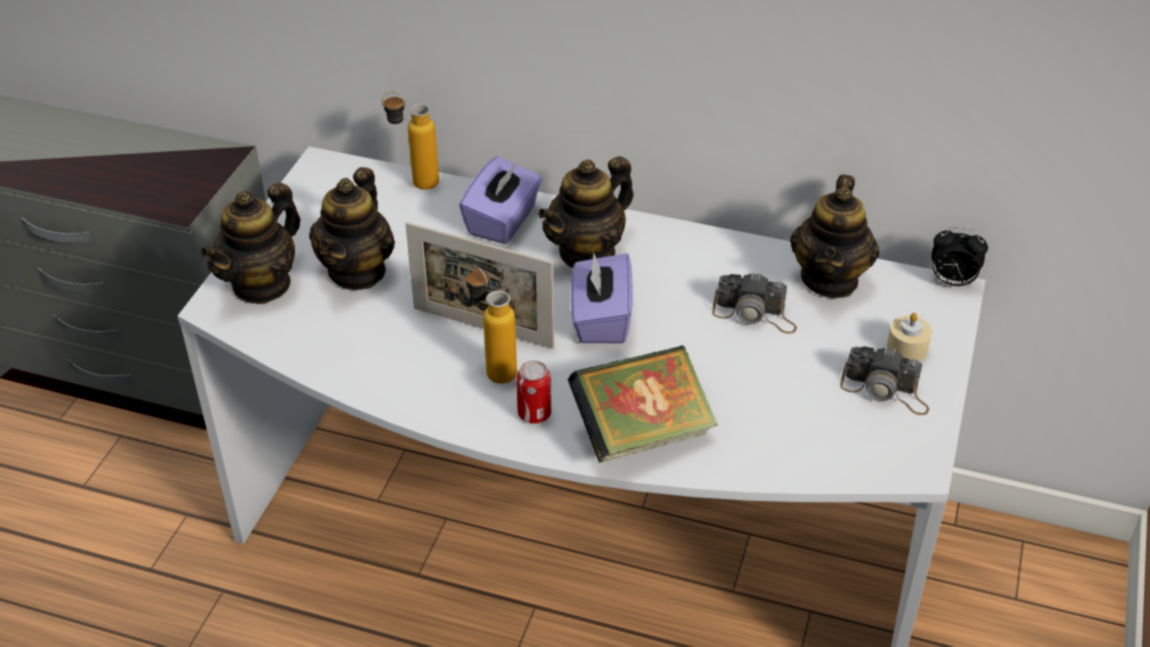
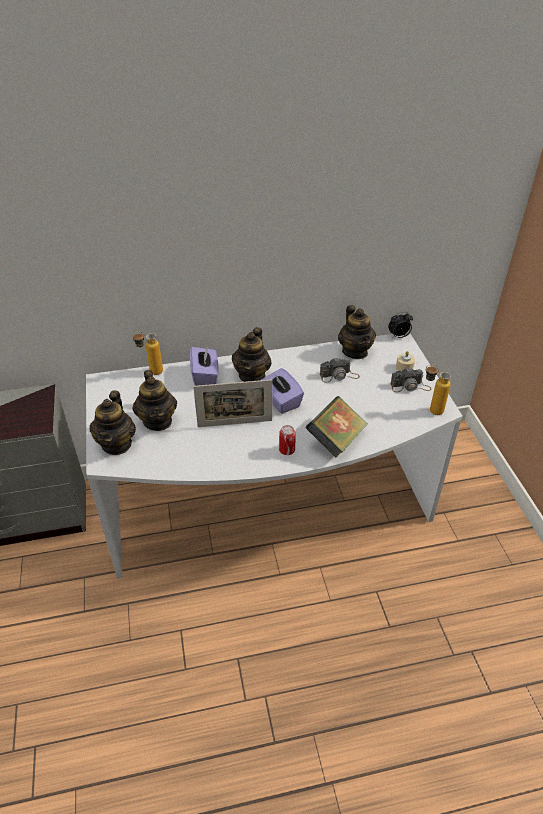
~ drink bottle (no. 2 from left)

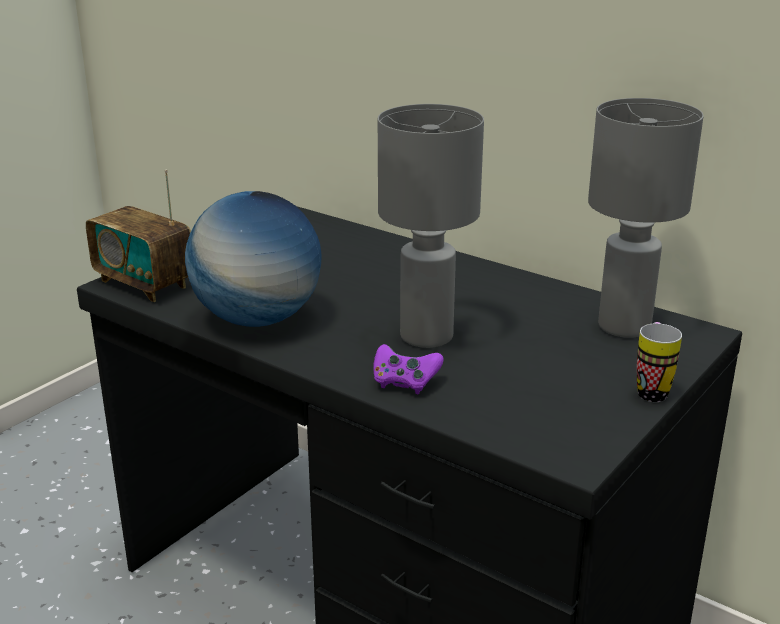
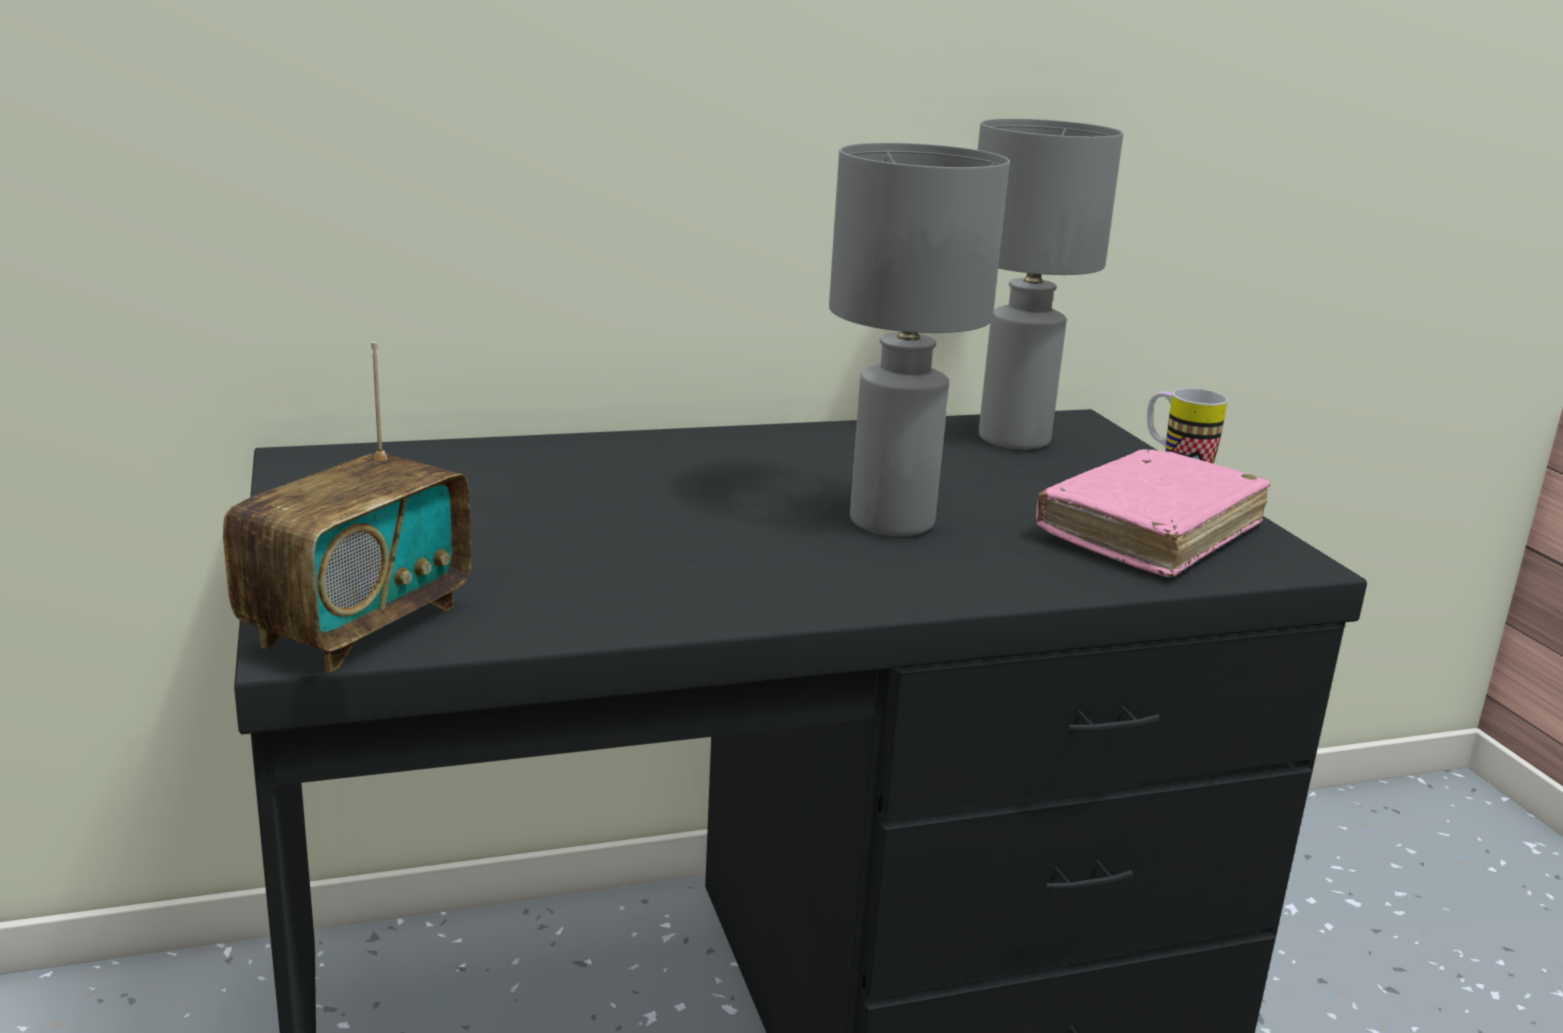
~ radio receiver 45 degrees counterclockwise
+ pink volume
- desk globe
- purplish joypad

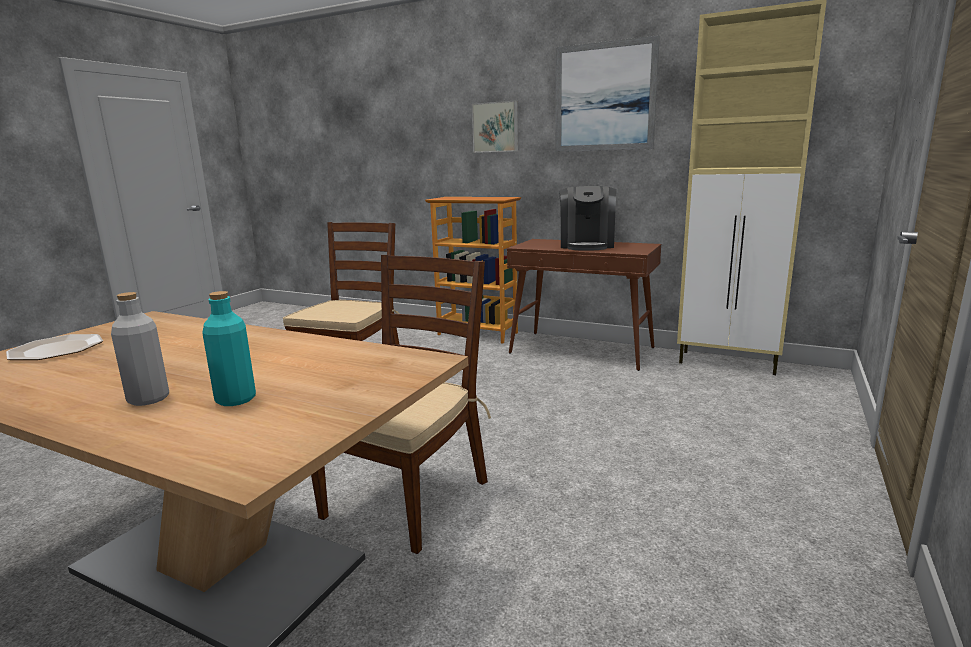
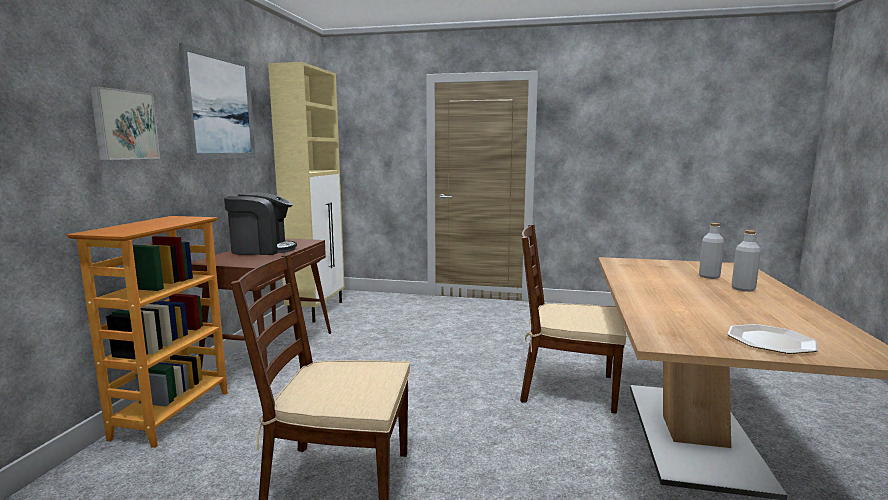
~ blue-green drink bottle to gray drink bottle (no. 1 from left)

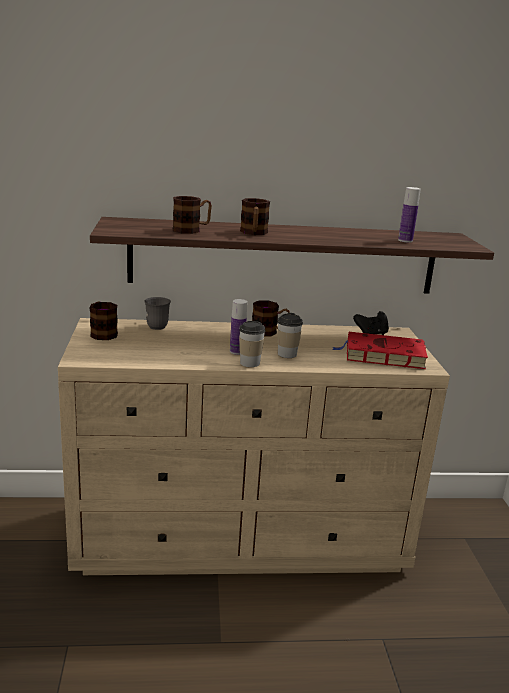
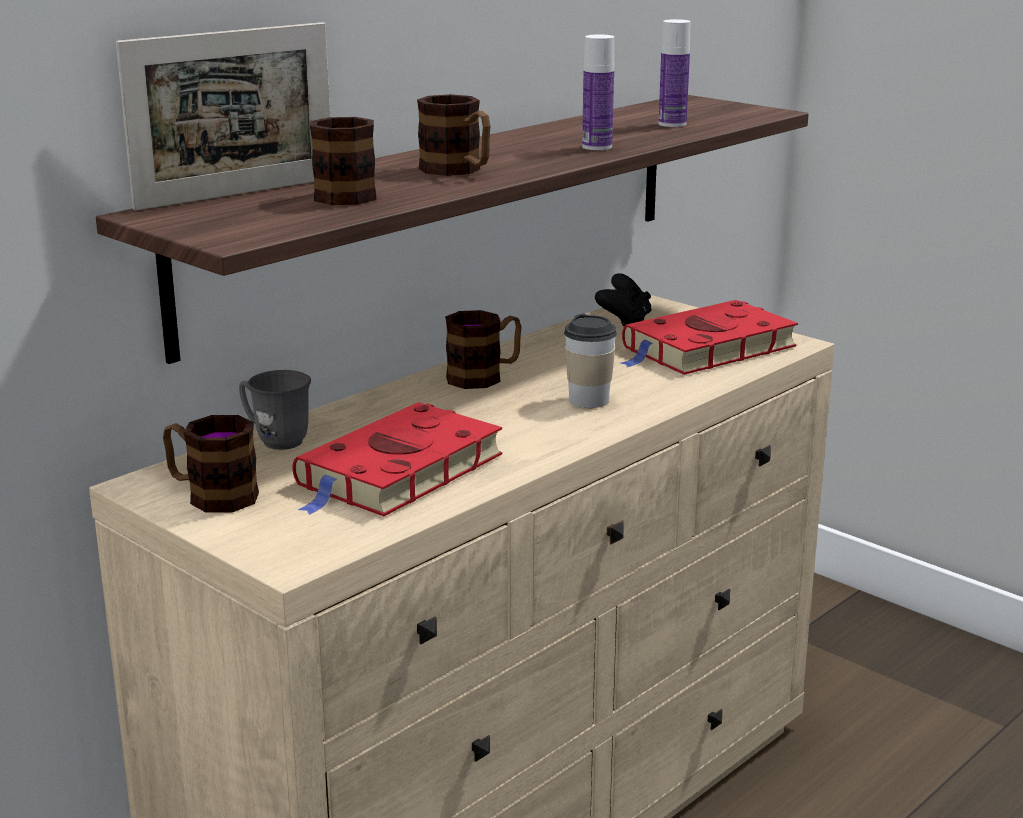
+ picture frame
+ reddish volume (no. 1 from left)
~ drink bottle (no. 1 from left)
- cup (no. 1 from left)

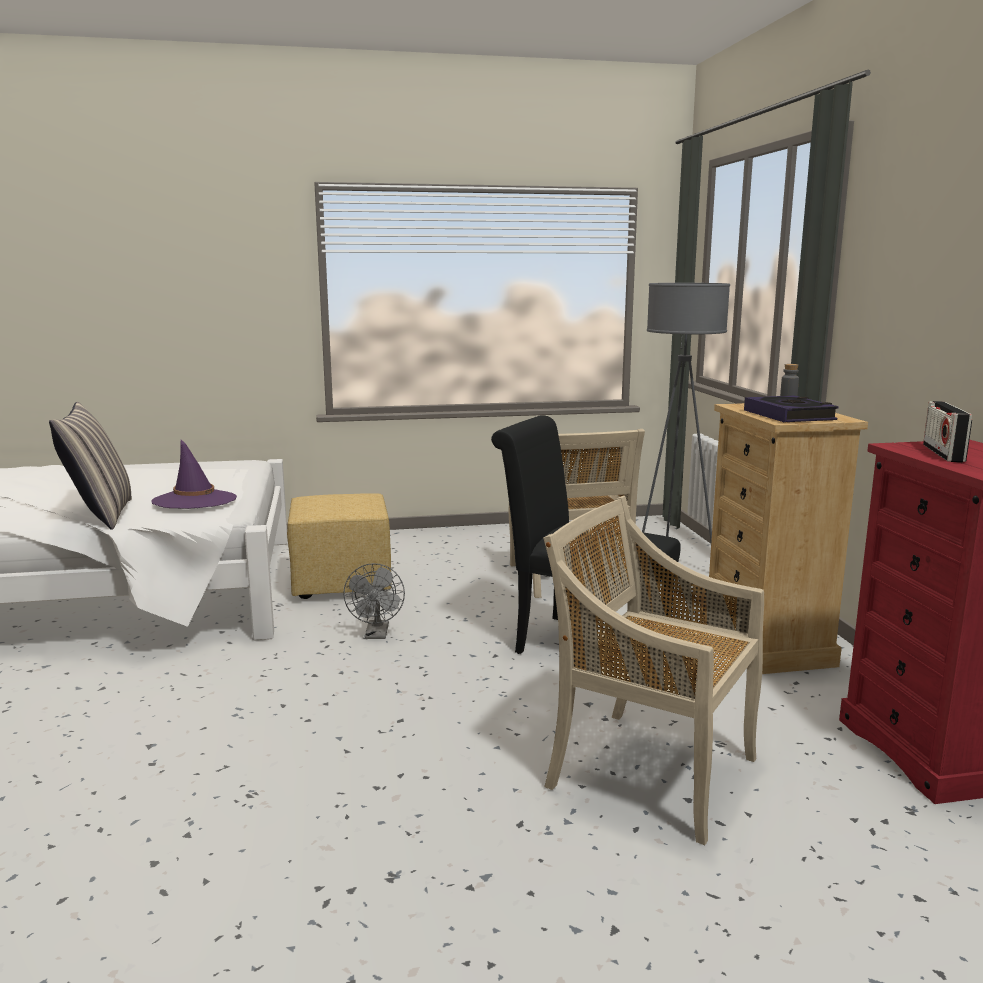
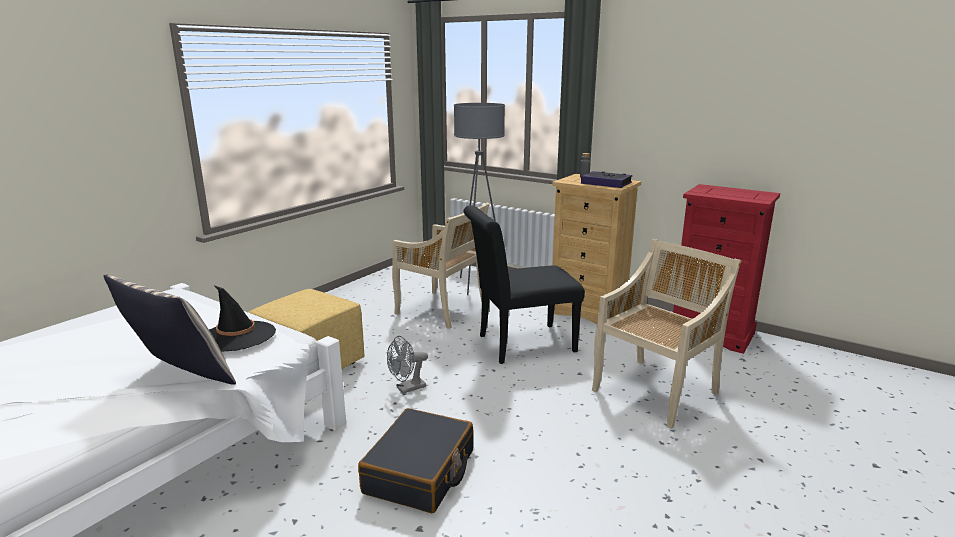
~ purplish clothing hat to blackish clothing hat
+ blackish suitcase
~ gray cooling fan 105 degrees clockwise
~ sand-coloured chair (no. 2 from left) 150 degrees clockwise
- radio receiver

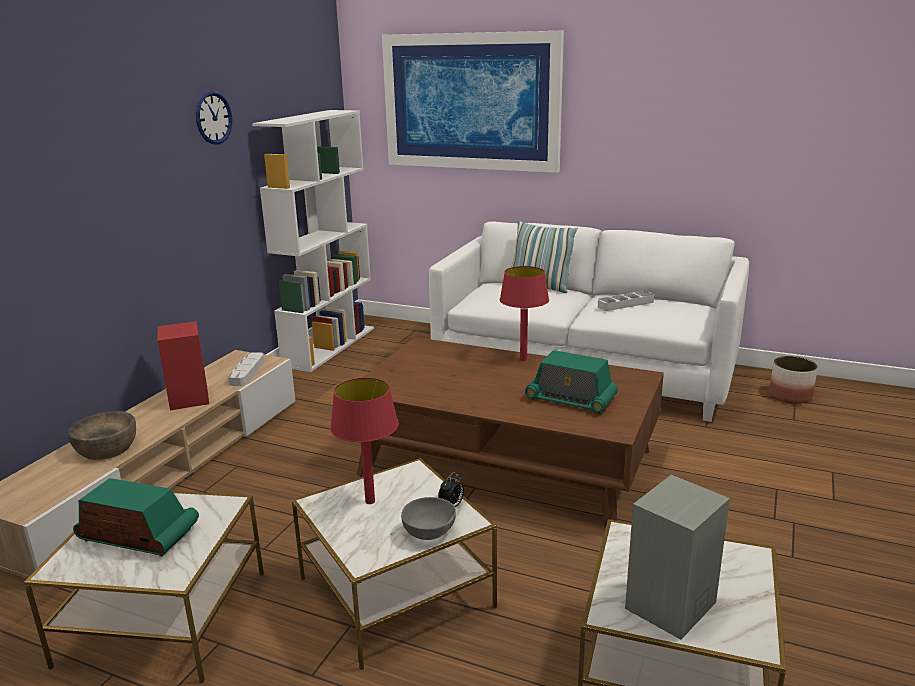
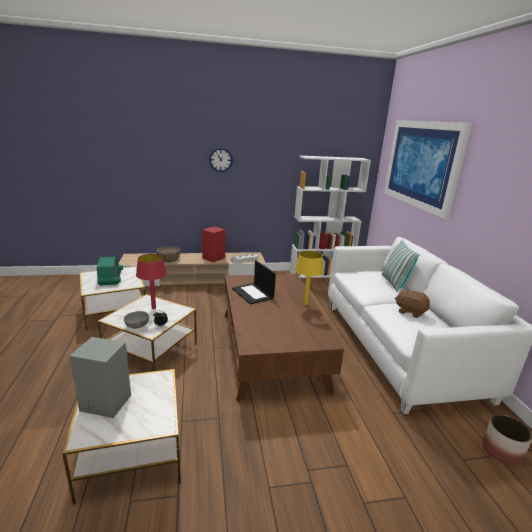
~ hanging clock
+ portable computer
~ reddish table lamp (no. 2 from left) to yellow table lamp
~ gray serving tray (no. 2 from left) to brown-coloured soft toy
- radio receiver (no. 2 from left)

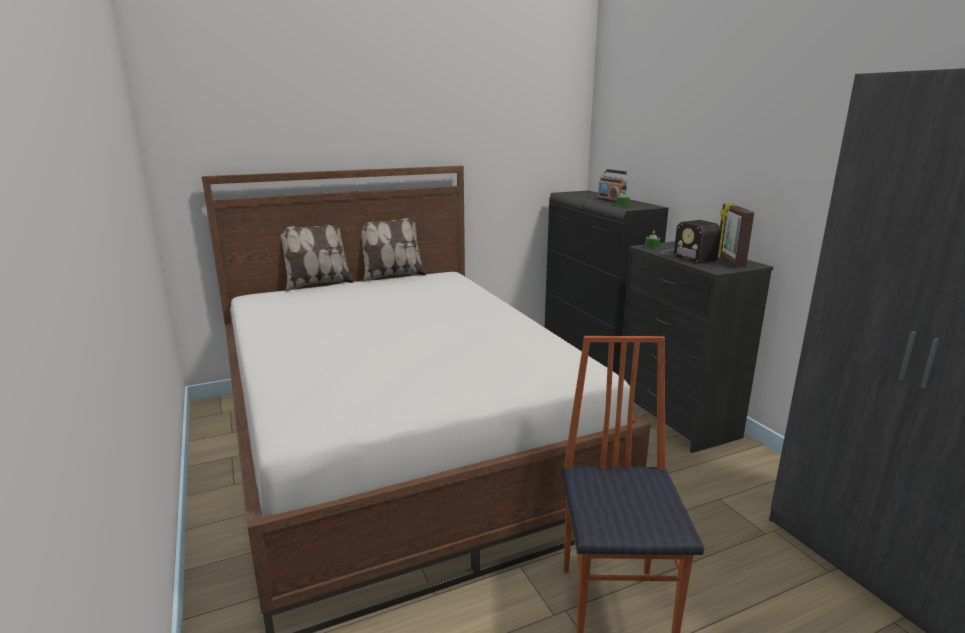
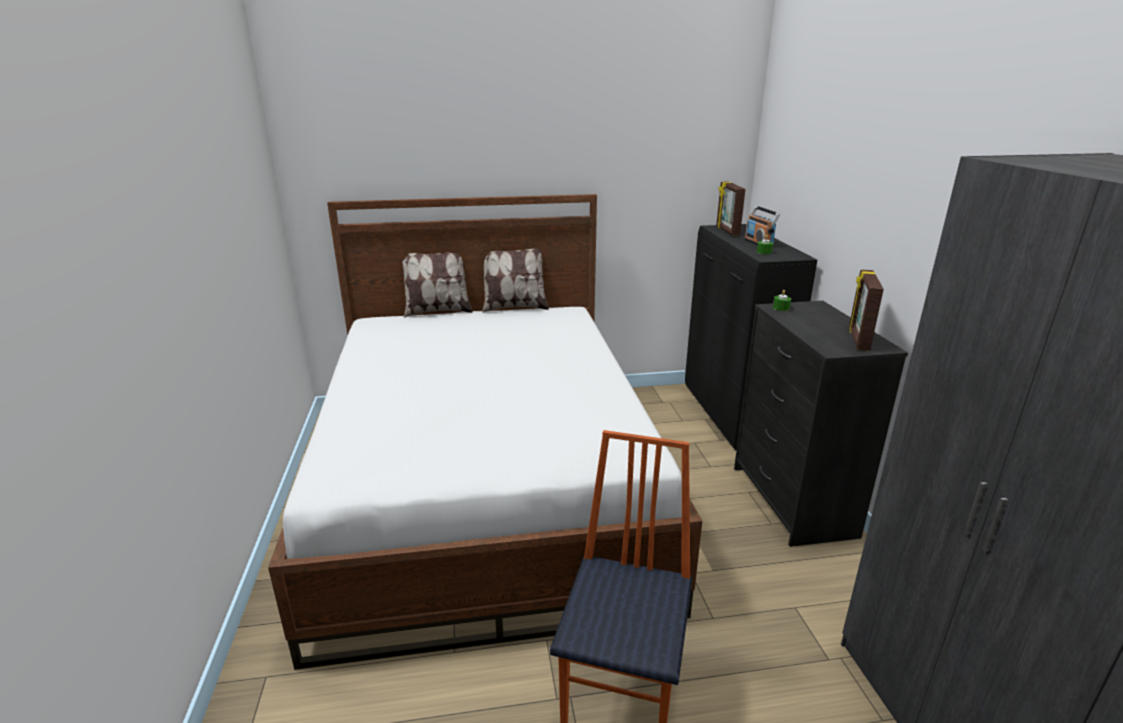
+ picture frame (no. 1 from left)
- radio receiver (no. 2 from left)

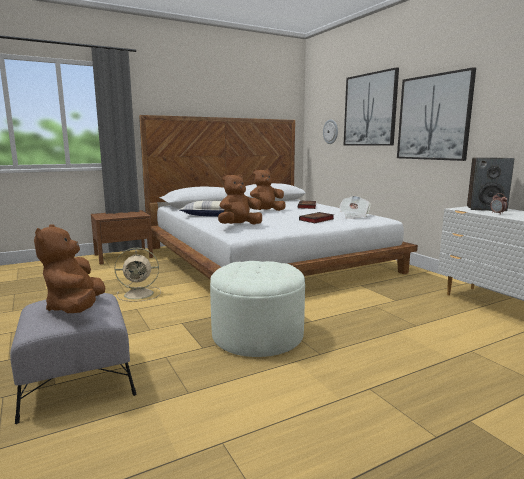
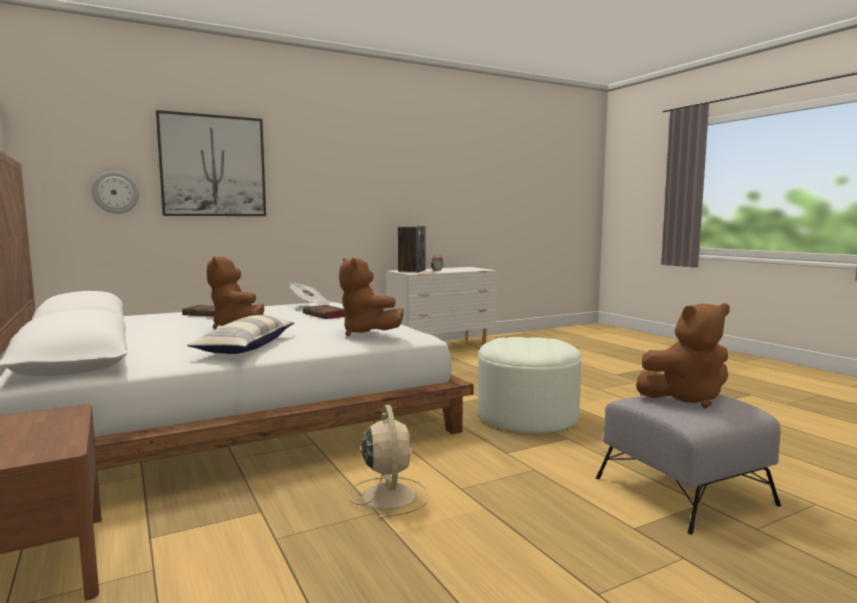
- picture (no. 2 from left)

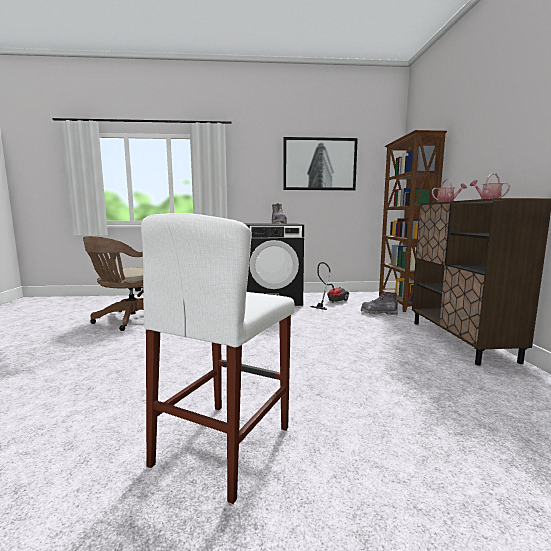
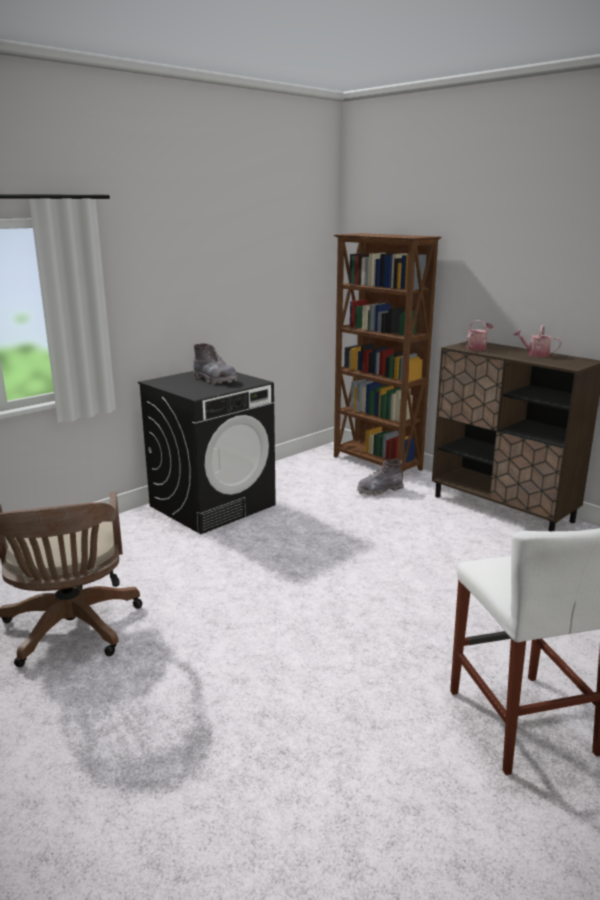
- picture
- vacuum

